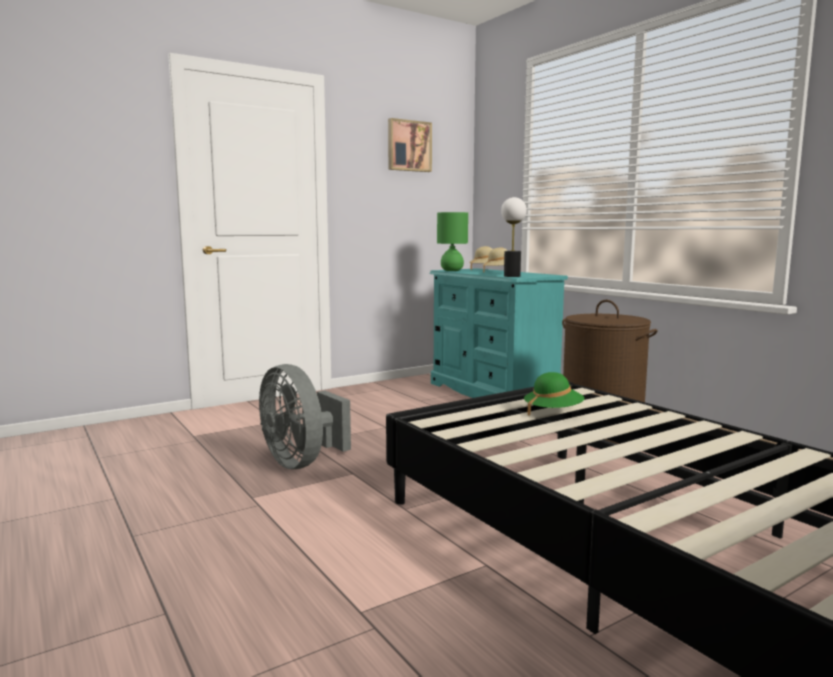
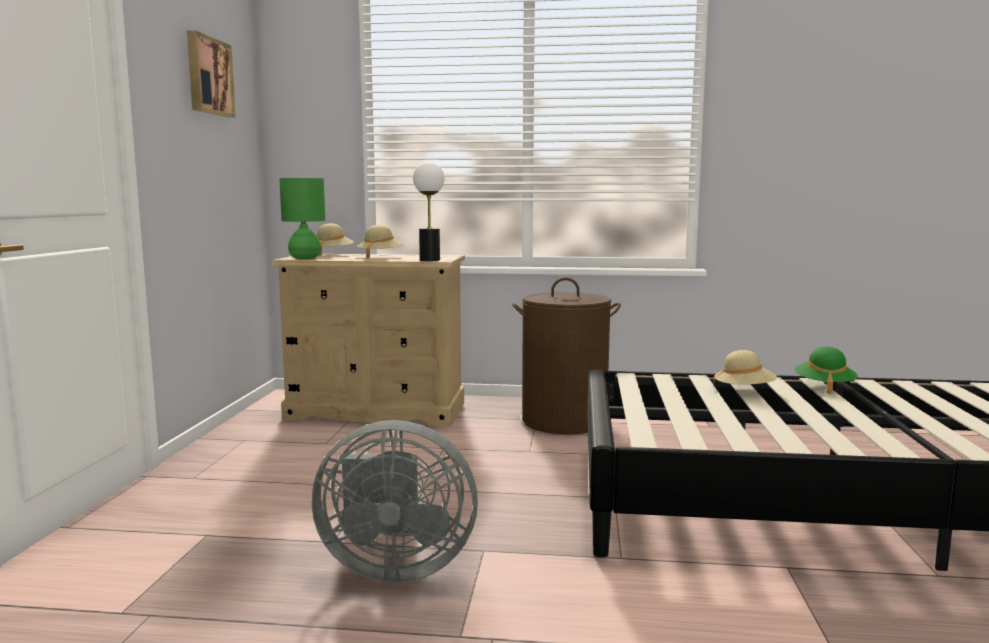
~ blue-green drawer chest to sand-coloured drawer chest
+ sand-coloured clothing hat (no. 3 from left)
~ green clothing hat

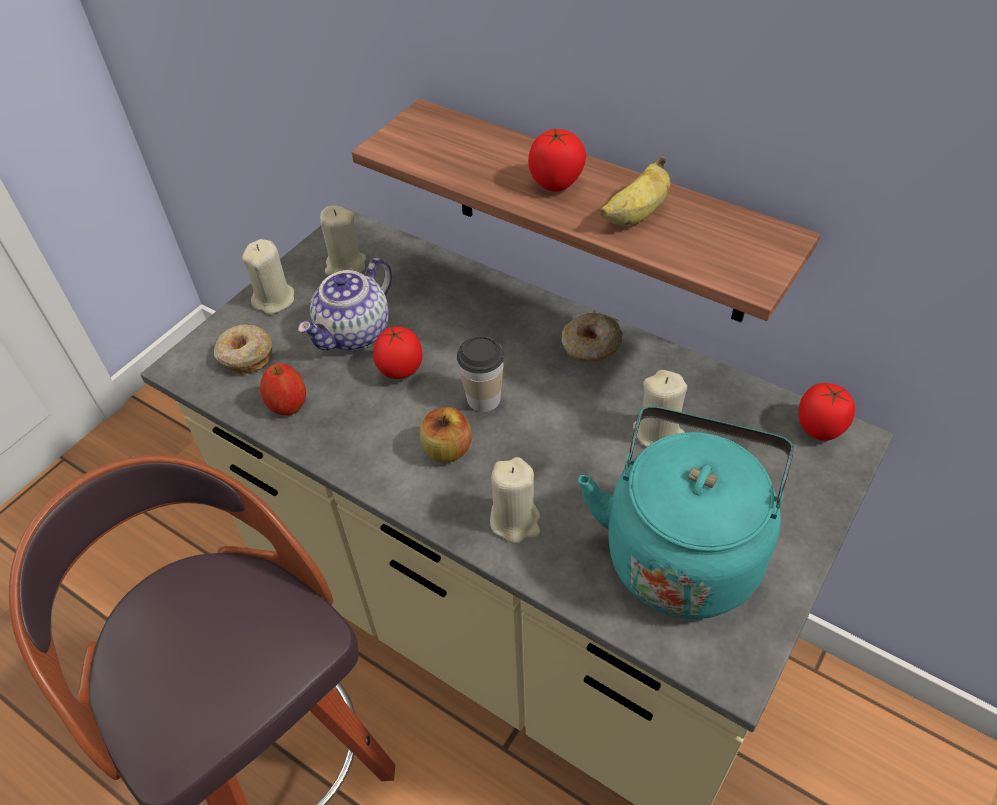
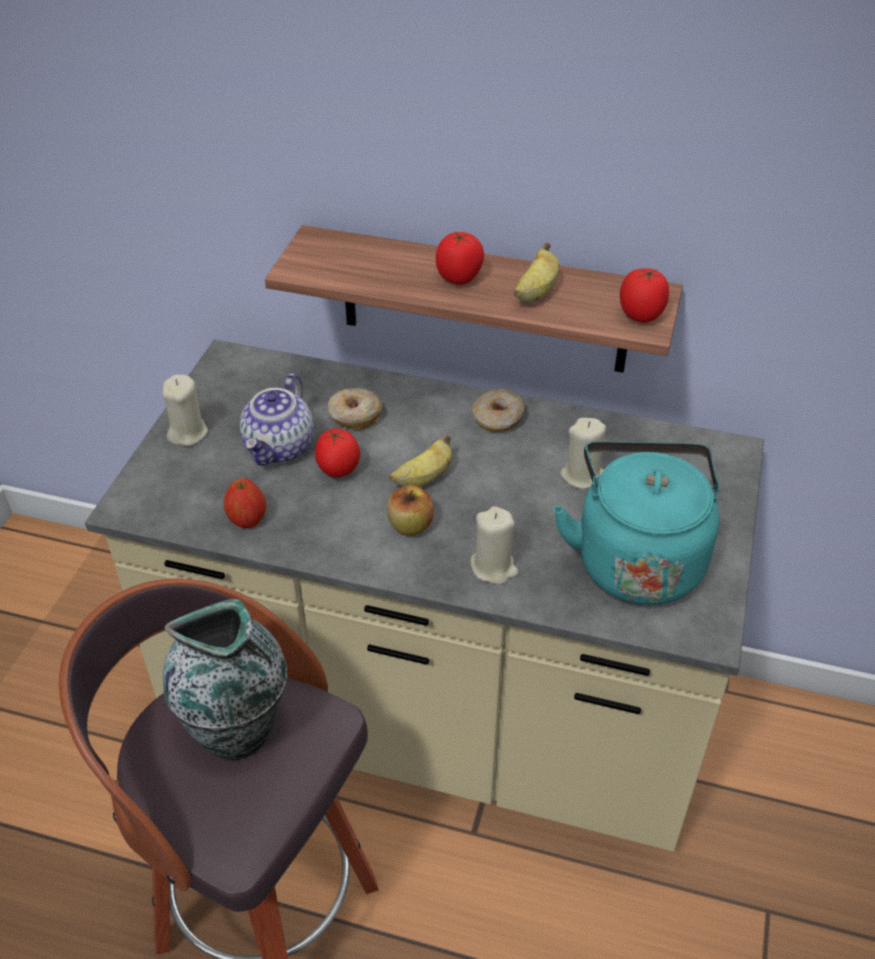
+ vase
~ ring doughnut (no. 1 from left)
~ cup to banana fruit (no. 1 from left)
~ whole tomato (no. 3 from left)
- sand-coloured wax candle (no. 2 from left)

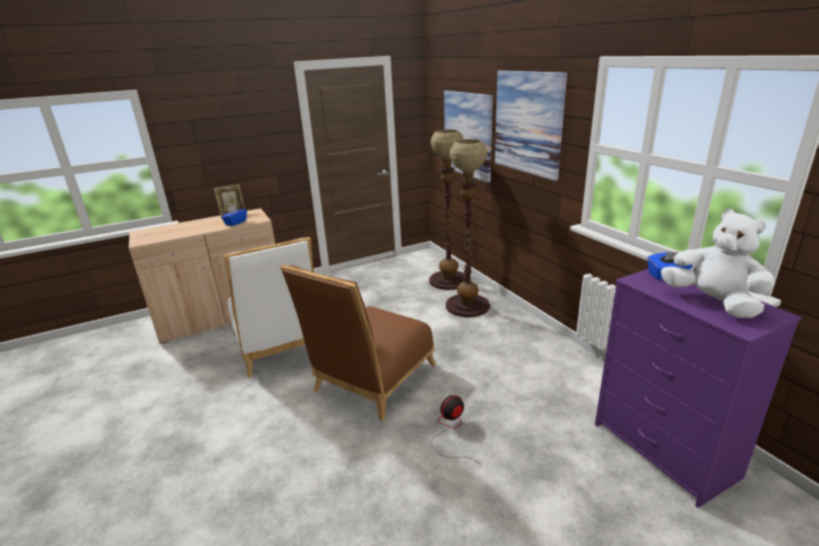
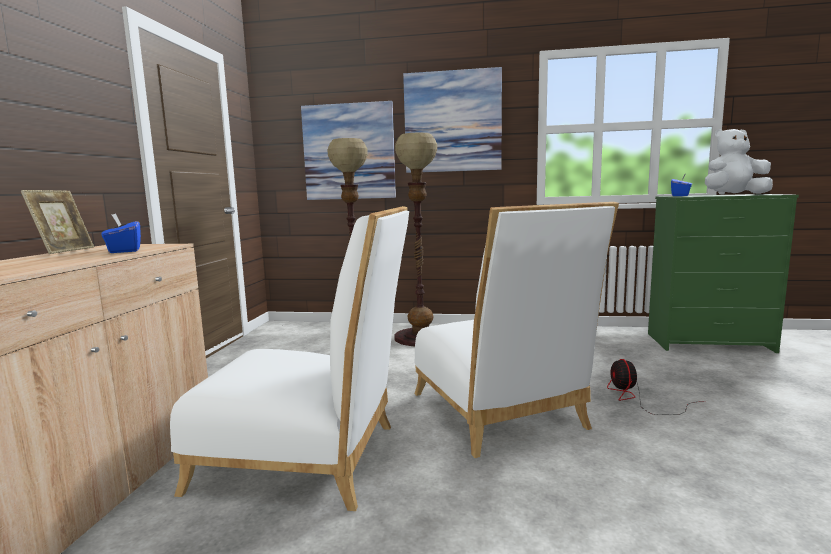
~ brown-coloured chair to whitish chair (no. 2 from left)
~ purplish drawer chest to green drawer chest

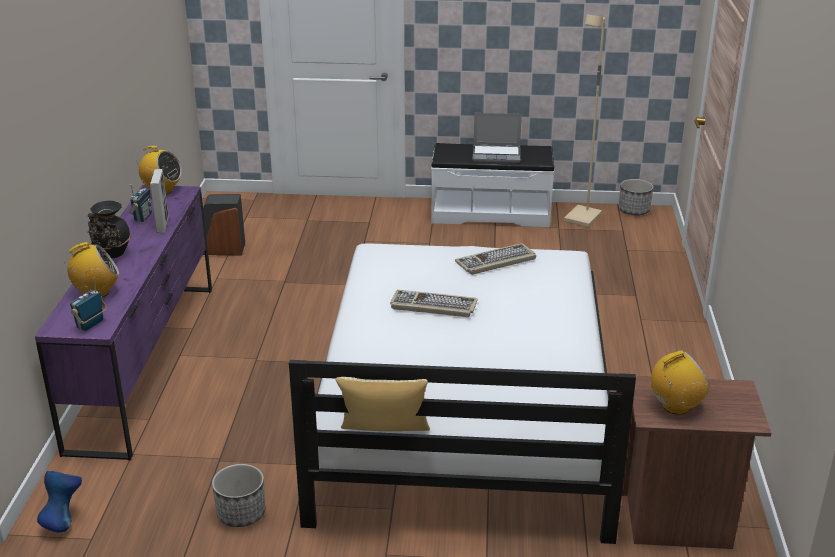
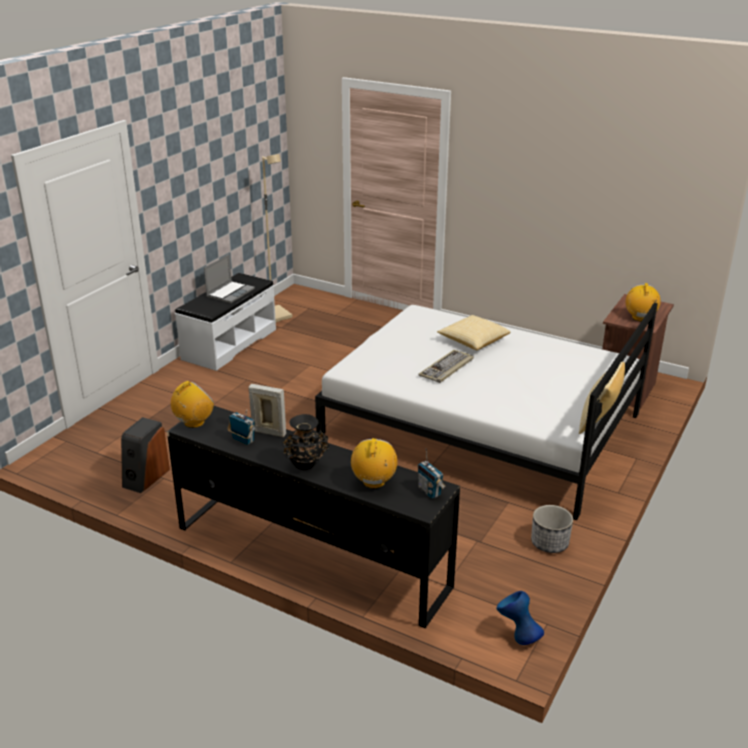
~ purplish drawer chest to blackish drawer chest
+ cushion (no. 1 from left)
- computer keyboard (no. 2 from left)
- plant pot (no. 2 from left)

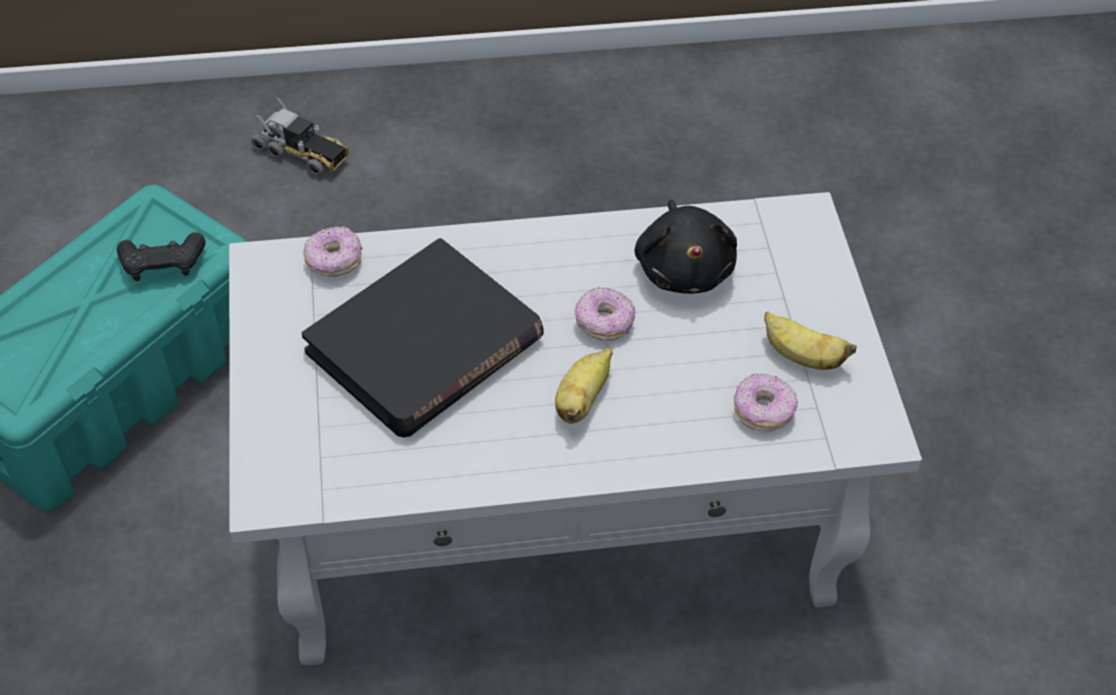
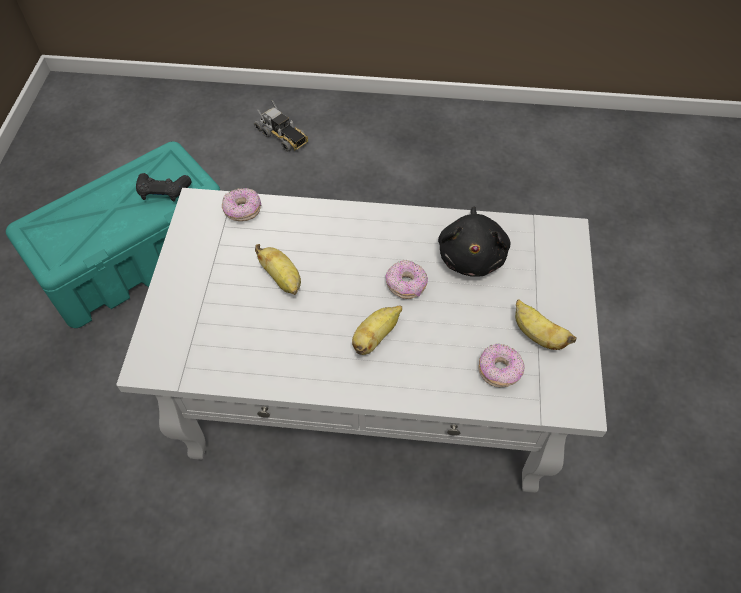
~ blackish volume to banana fruit (no. 1 from left)

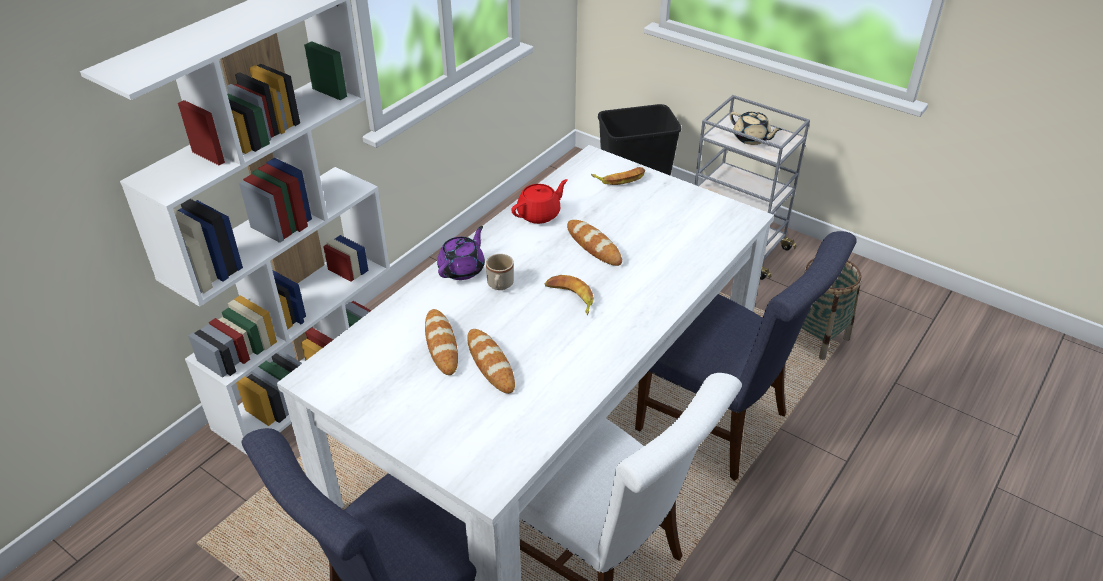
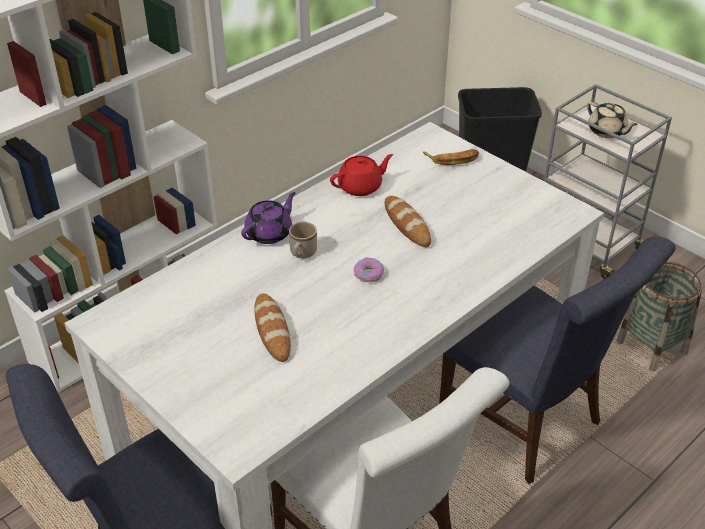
~ banana fruit (no. 1 from left) to ring doughnut
- baked bread (no. 1 from left)

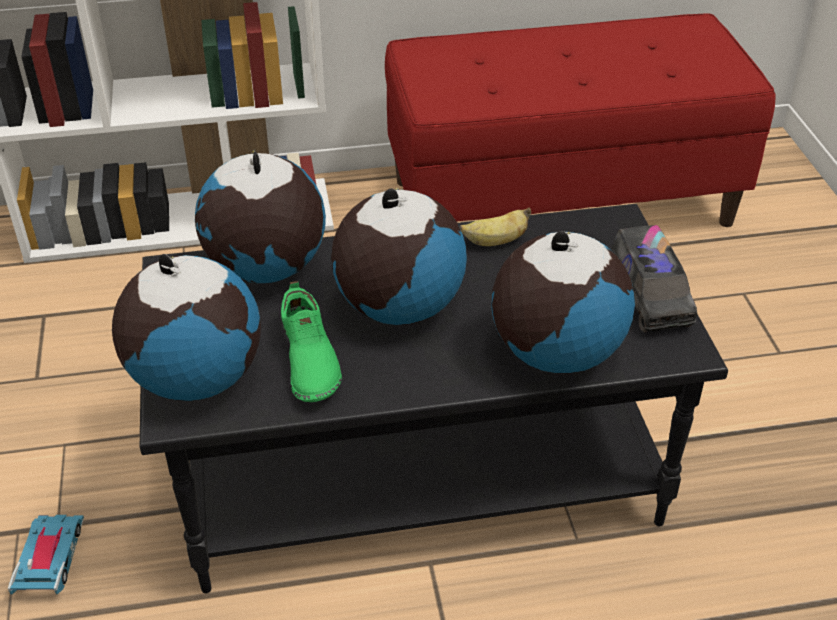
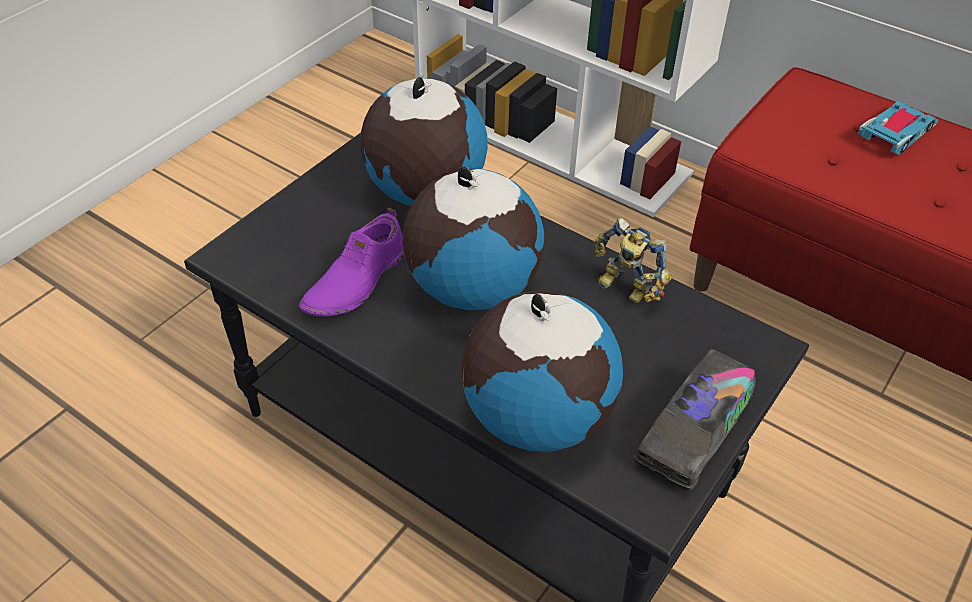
~ green low shoe to purplish low shoe
~ banana fruit to model robot
~ miniature car
- desk globe (no. 1 from left)

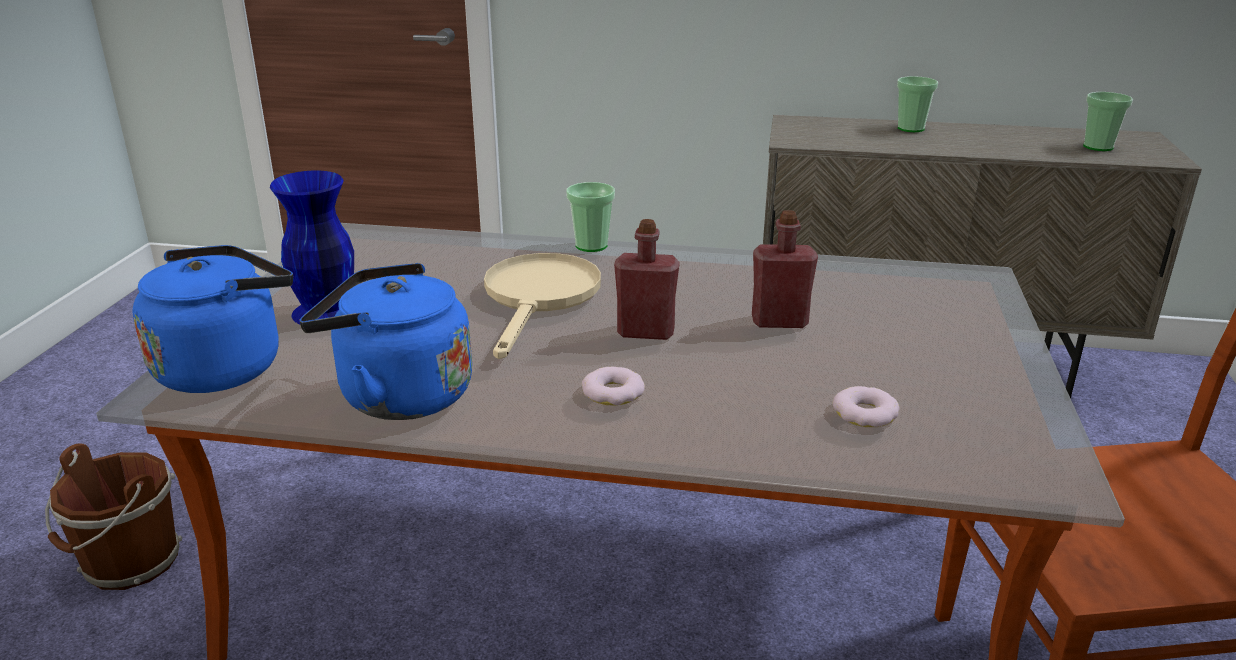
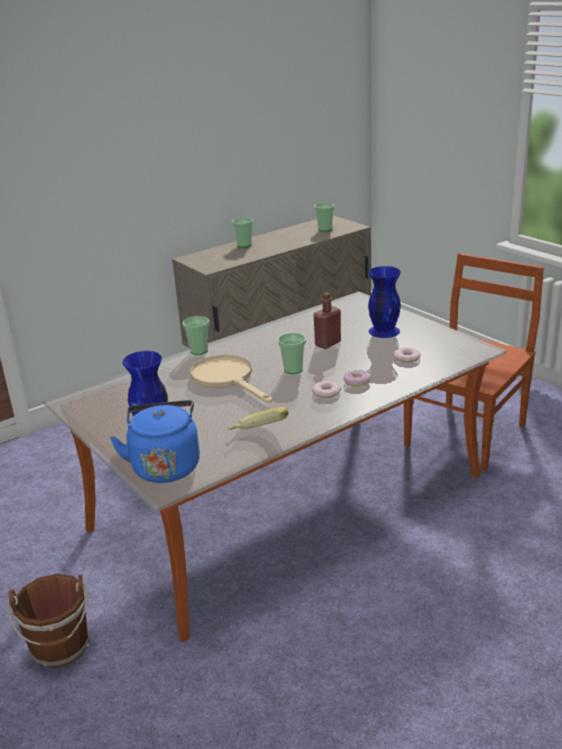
~ bluish water kettle (no. 2 from left) to banana fruit
~ reddish drink bottle (no. 1 from left) to cup (no. 3 from left)
+ ring doughnut (no. 2 from left)
+ bluish vase (no. 2 from left)

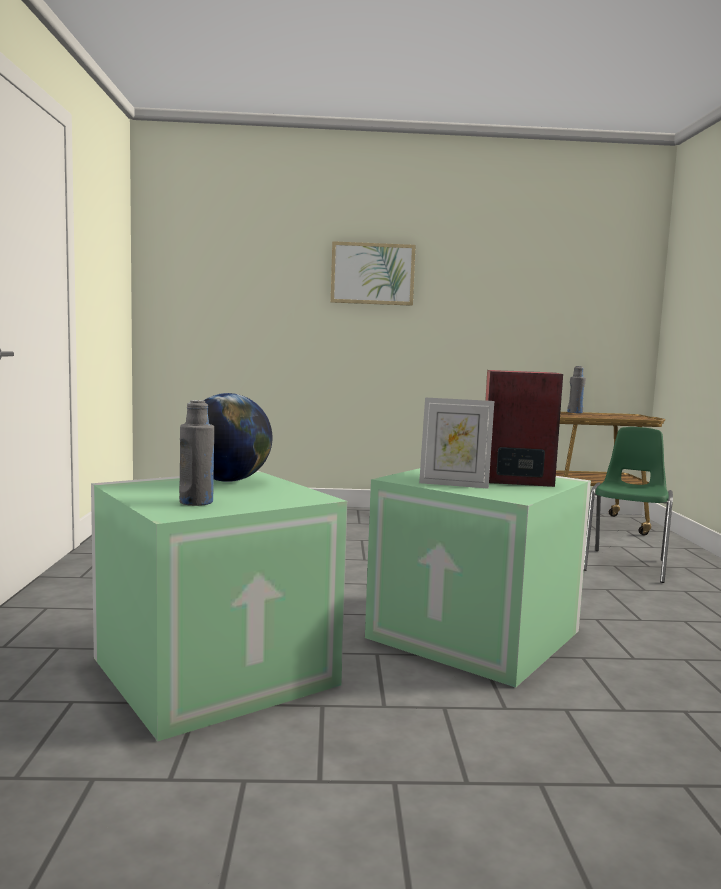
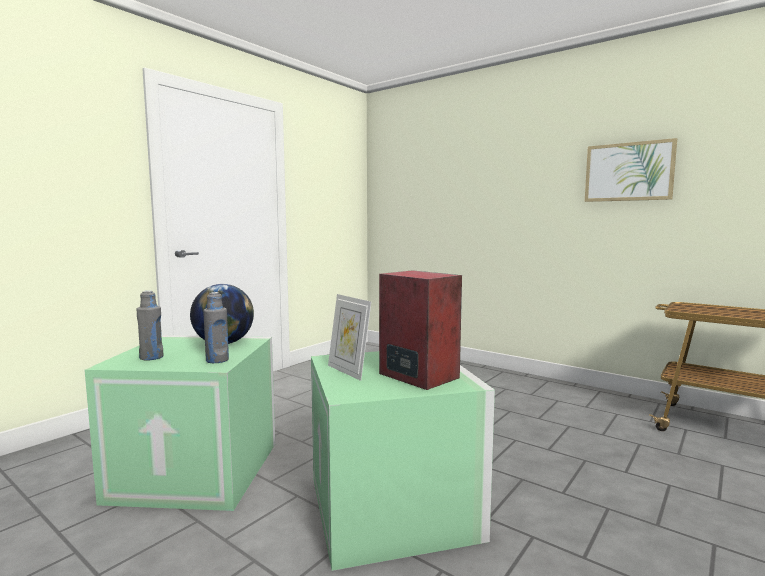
~ gray drink bottle (no. 2 from left)
~ picture
- green chair

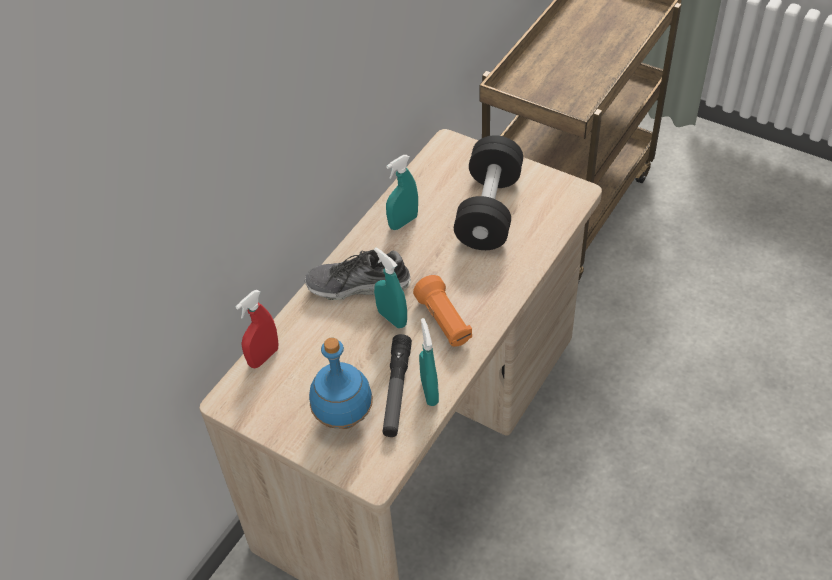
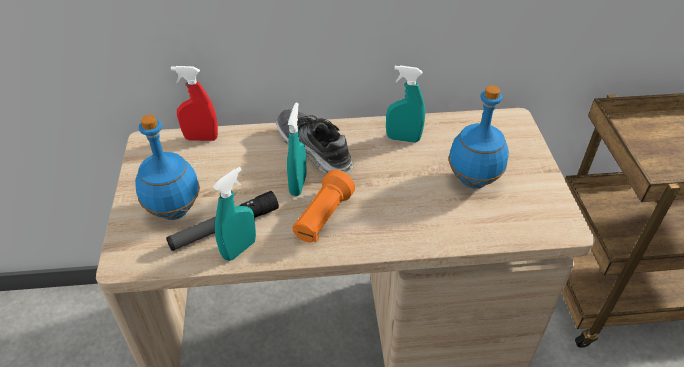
~ blackish free weight to bluish drink bottle (no. 2 from left)

